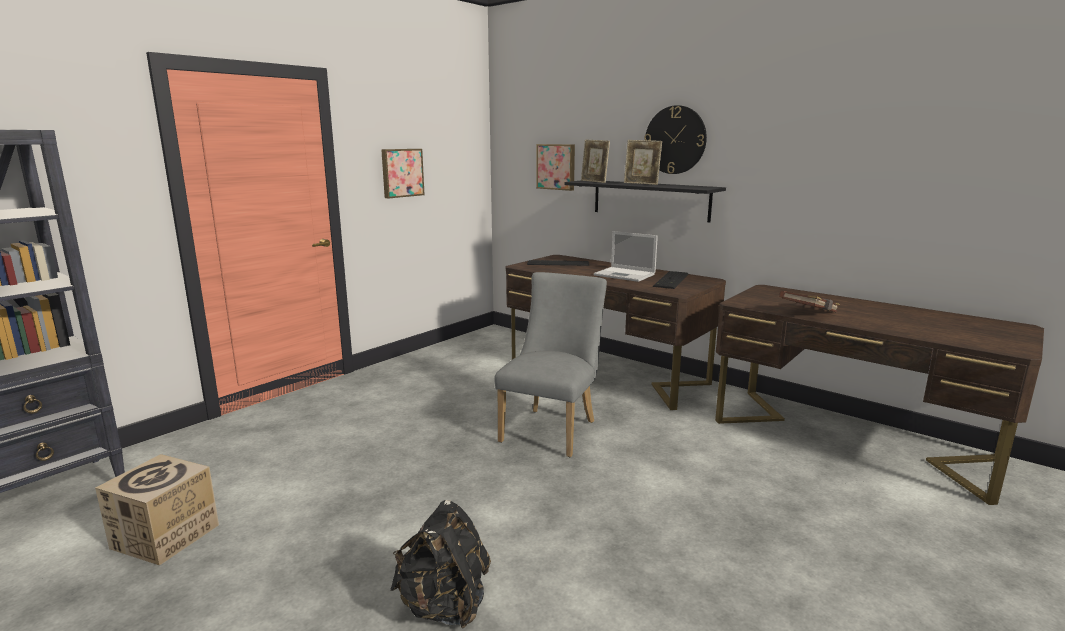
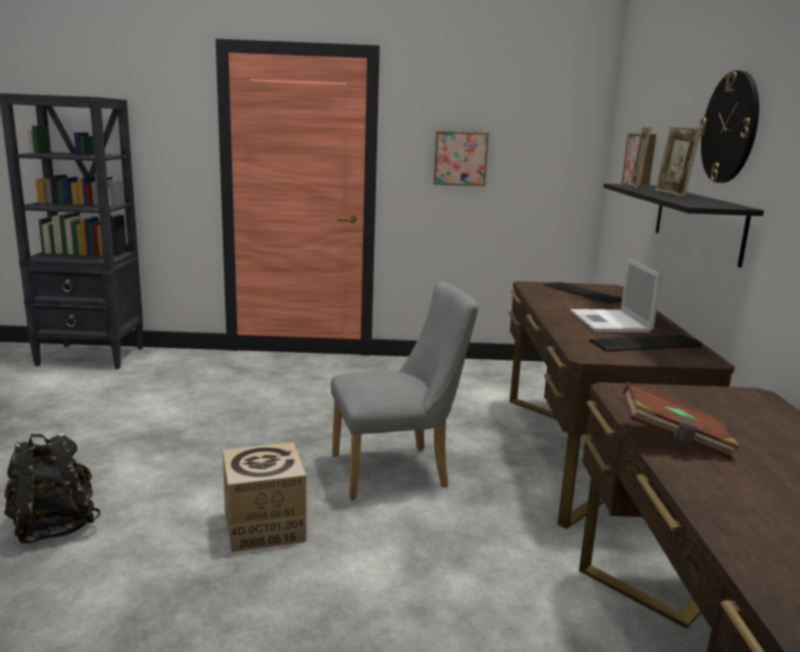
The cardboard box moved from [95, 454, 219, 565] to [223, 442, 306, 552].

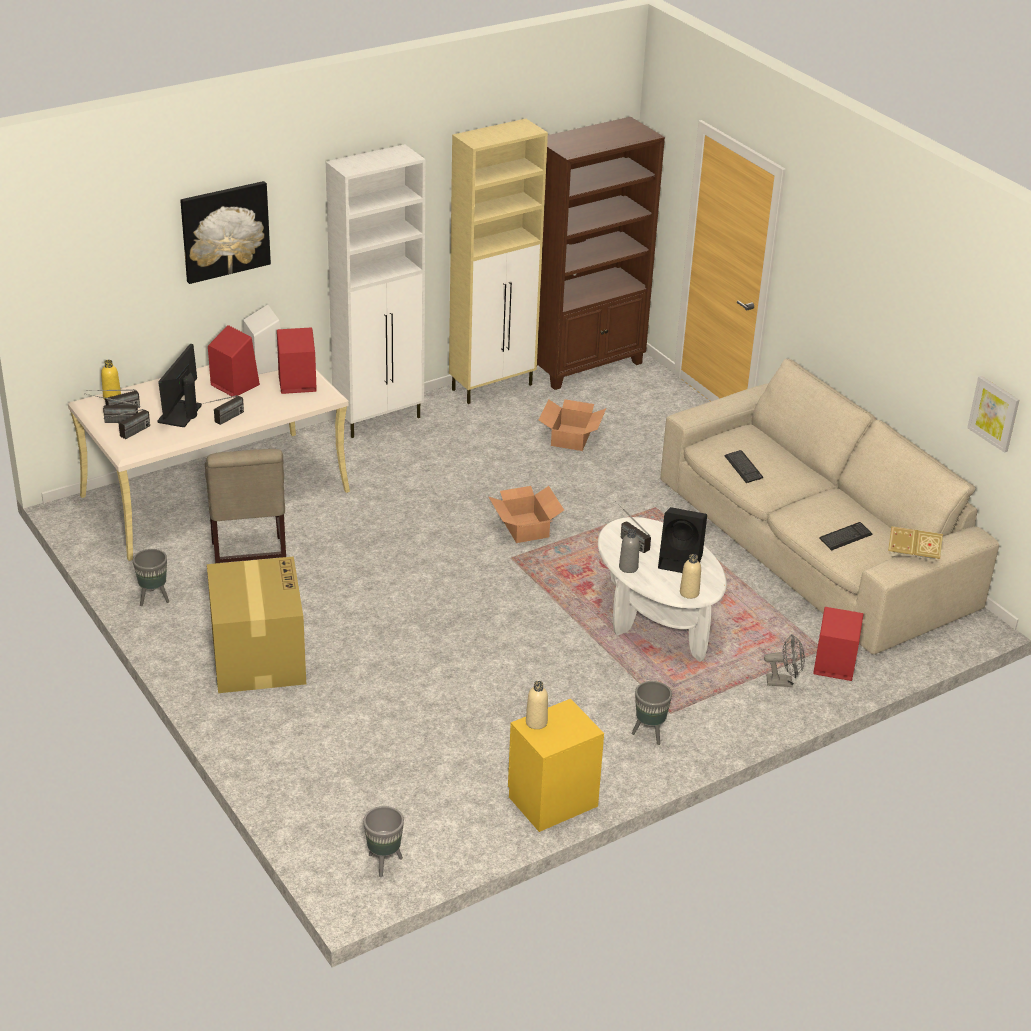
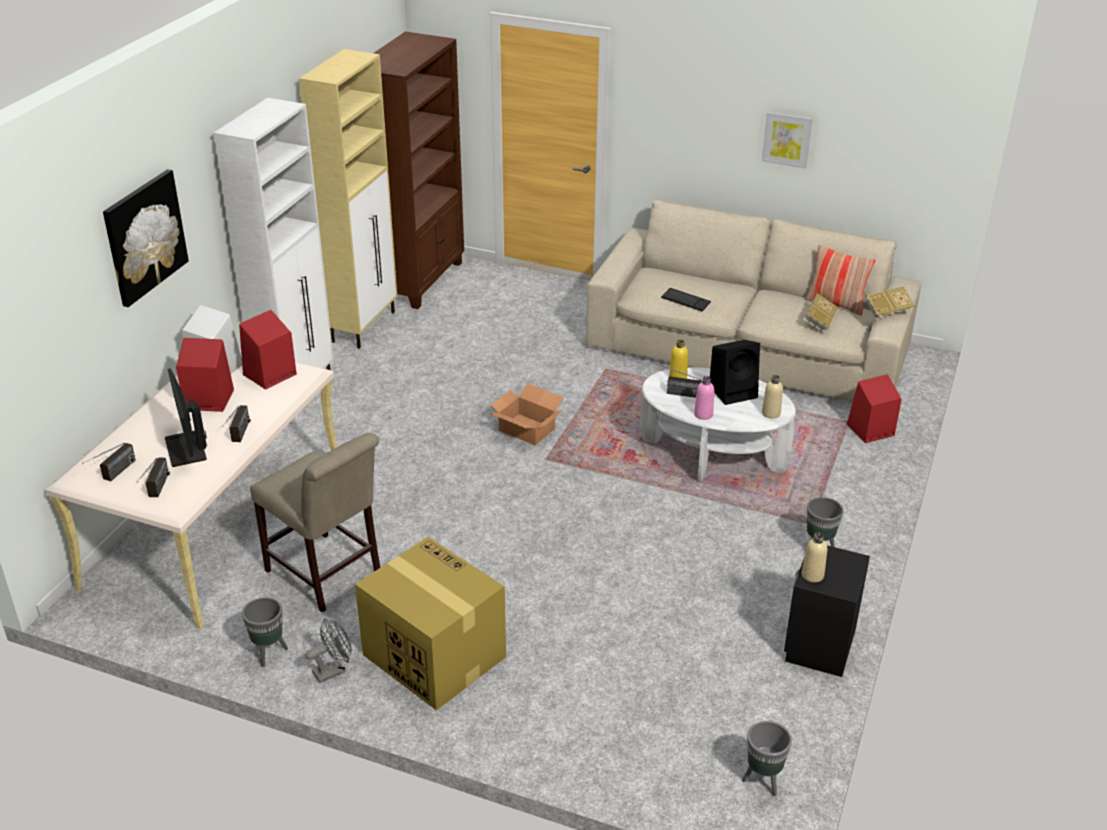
The radio at [84, 393, 138, 423] disappeared. The yellow bottle moved from [101, 360, 121, 400] to [669, 340, 688, 379]. The yellow nightstand at [508, 699, 604, 832] became the black nightstand at [784, 545, 870, 677]. The cardboard box at [539, 399, 606, 451] disappeared. The grey bottle at [619, 529, 640, 573] became the pink bottle at [694, 376, 714, 420]. The grey fan moved from [764, 635, 805, 687] to [306, 618, 352, 683]. The keyboard at [819, 522, 873, 551] was replaced by the book at [803, 293, 837, 332]. The picture moved from [967, 376, 1019, 453] to [762, 112, 813, 169]. The pillow at [805, 245, 875, 315] appeared.

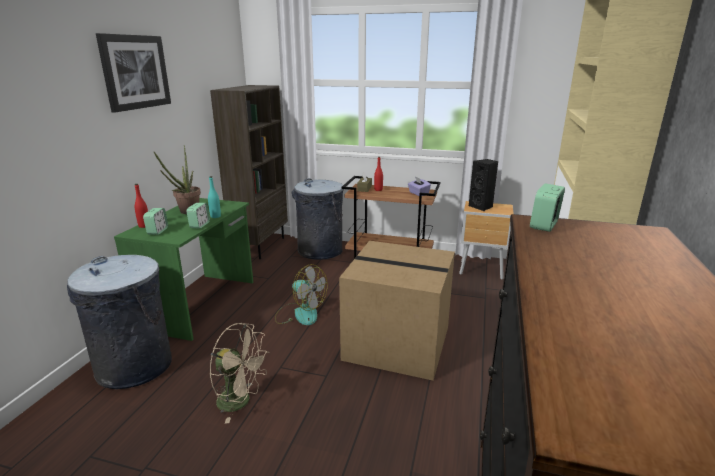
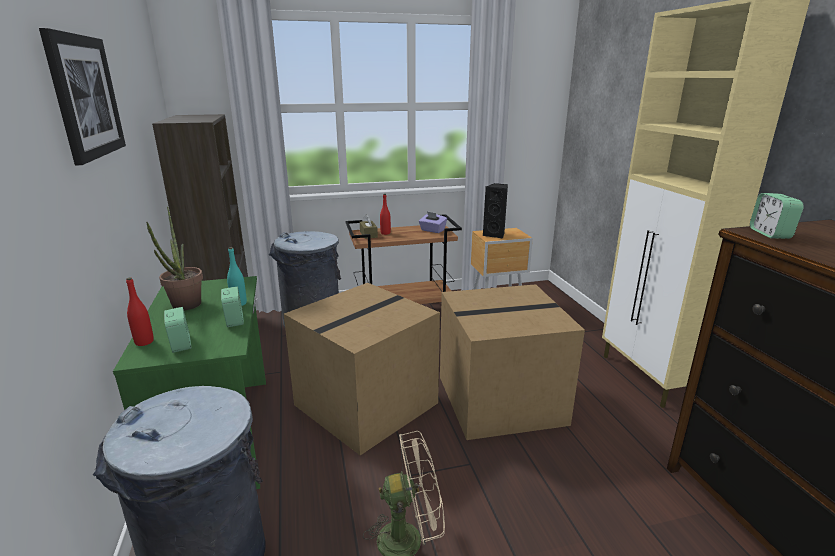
The fan at [275, 264, 327, 325] was replaced by the cardboard box at [284, 283, 440, 455].

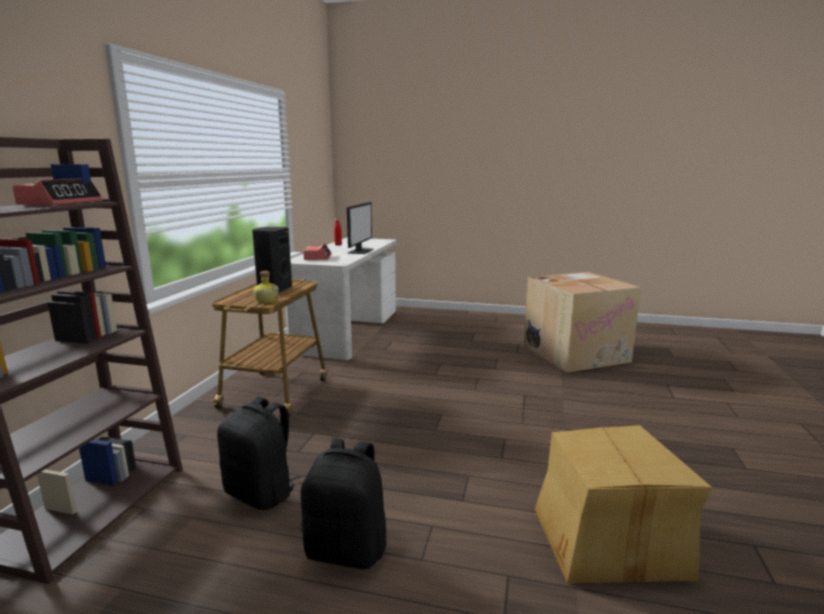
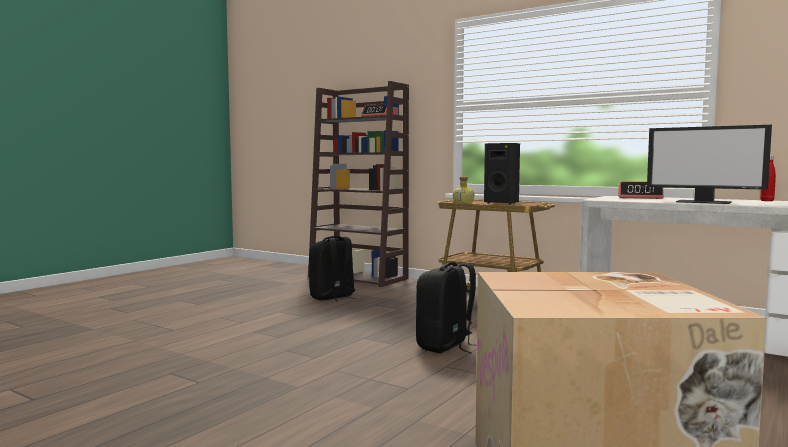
The black backpack moved from [301, 438, 387, 569] to [416, 262, 477, 354]. The cardboard box at [535, 425, 712, 584] disappeared.

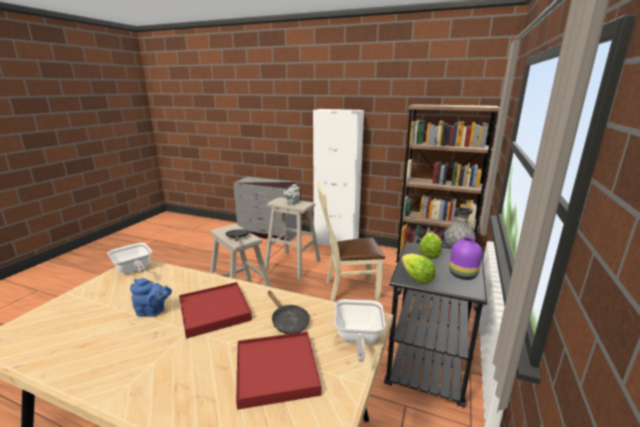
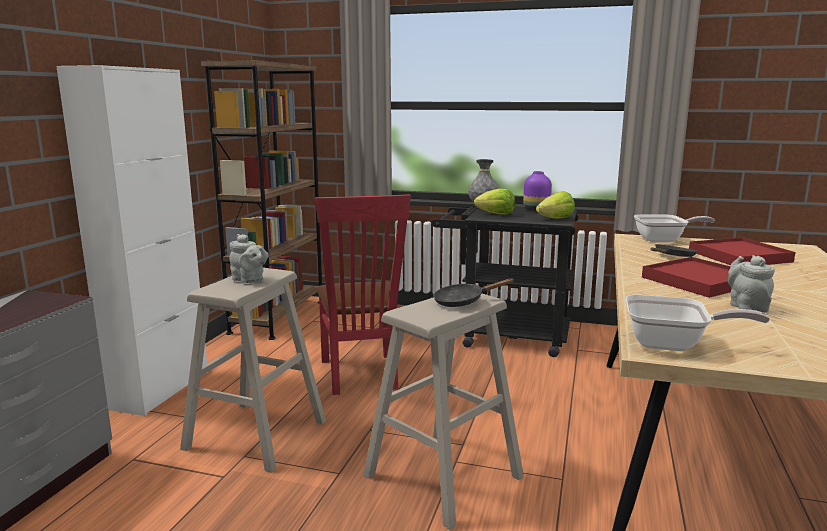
The frying pan at [107, 243, 152, 274] turned 60 degrees clockwise. The blue teapot at [130, 278, 172, 317] became the grey teapot at [728, 255, 775, 312]. The beige chair at [317, 181, 385, 301] became the red chair at [315, 194, 411, 395].

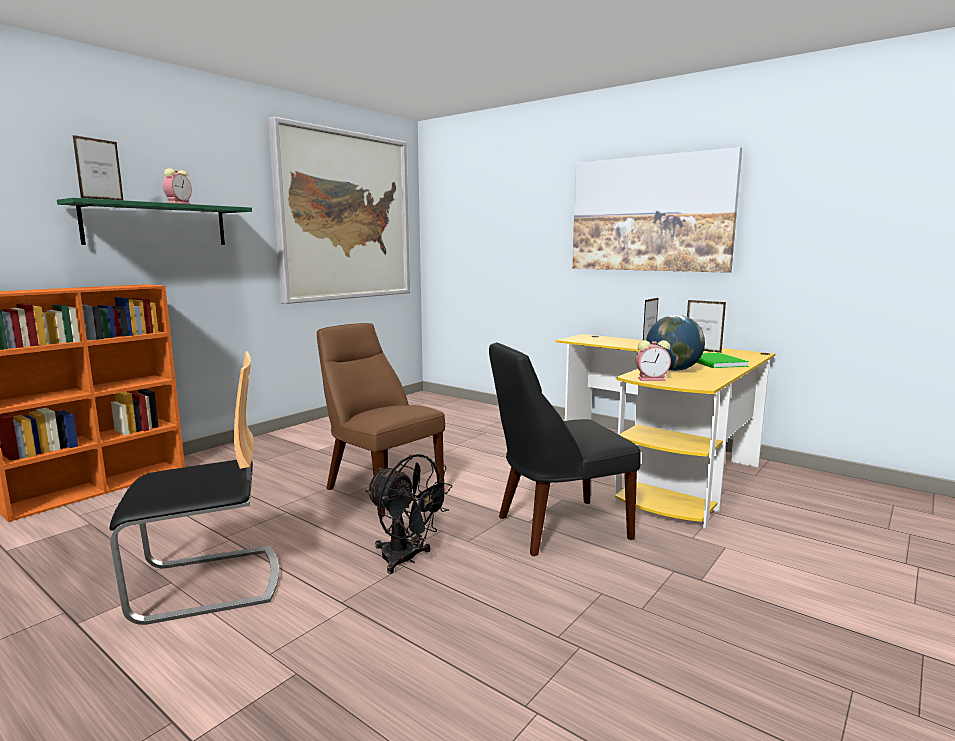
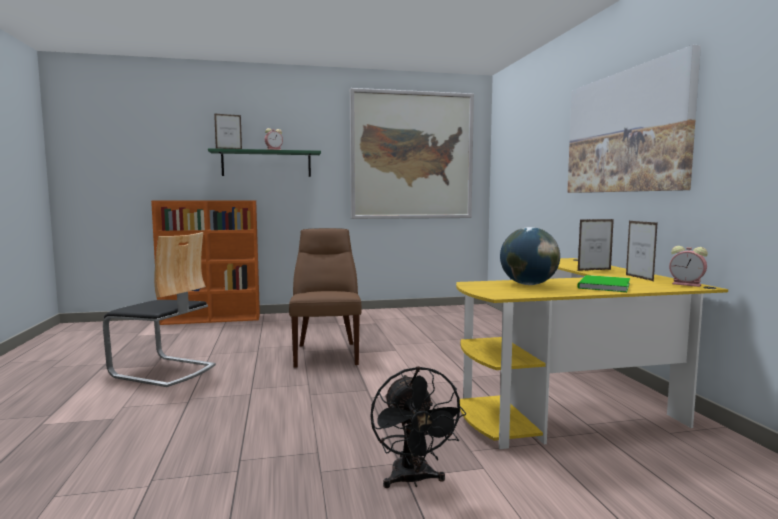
The black fan moved from [365, 454, 453, 574] to [370, 366, 466, 488]. The black chair at [489, 342, 641, 556] disappeared. The alarm clock moved from [636, 340, 671, 381] to [669, 246, 708, 287].

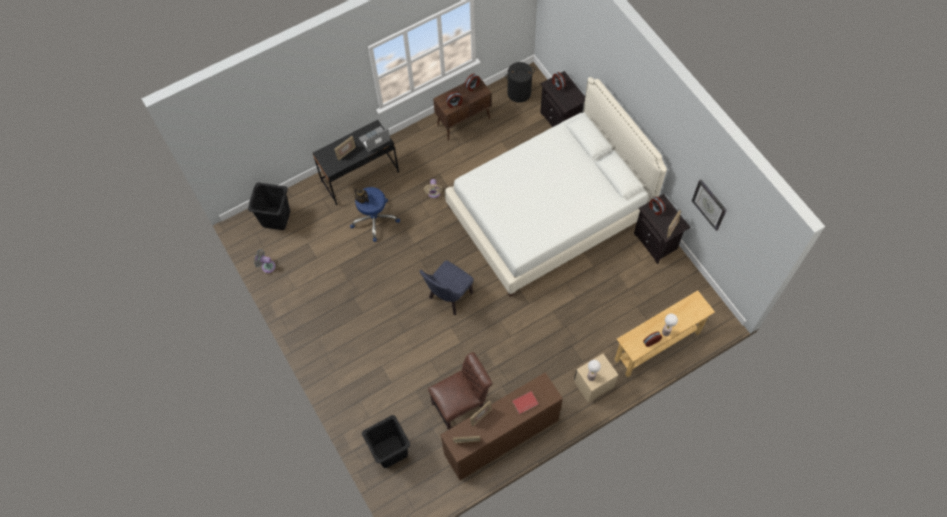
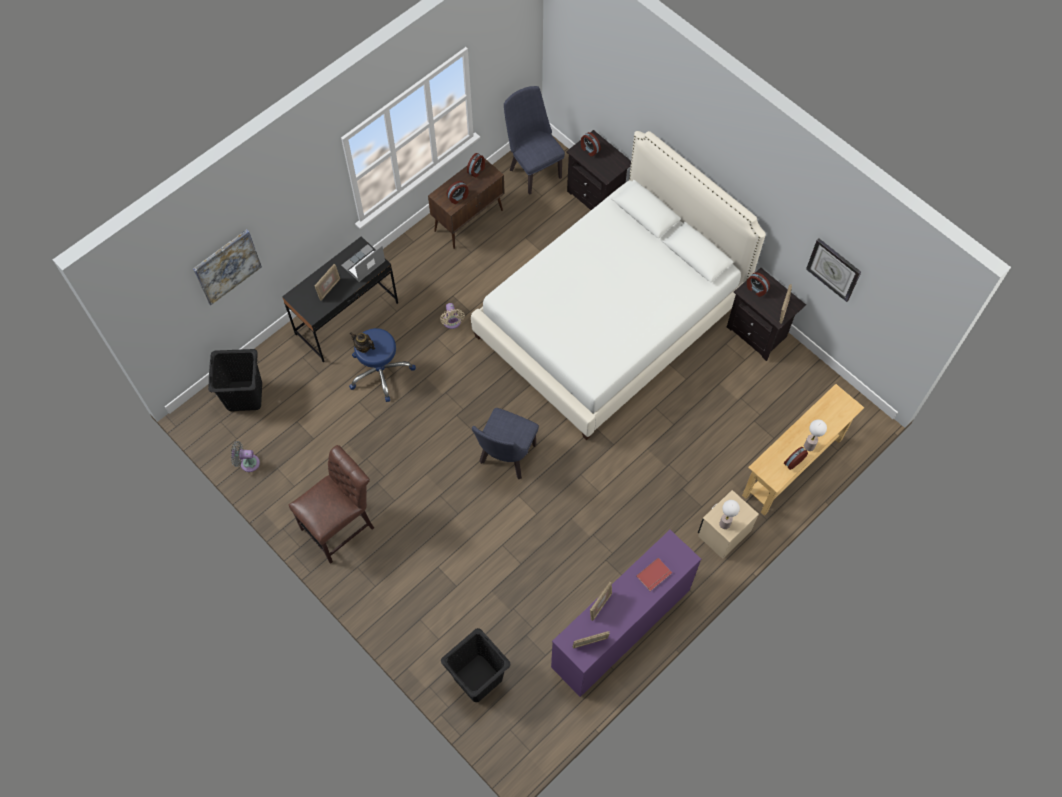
The brown chair moved from [428, 352, 493, 430] to [289, 445, 374, 564]. The brown dresser at [440, 373, 563, 480] became the purple dresser at [551, 530, 701, 697]. The black laundry basket at [505, 62, 535, 103] was replaced by the blue chair at [504, 86, 565, 195]. The picture at [193, 229, 262, 305] appeared.

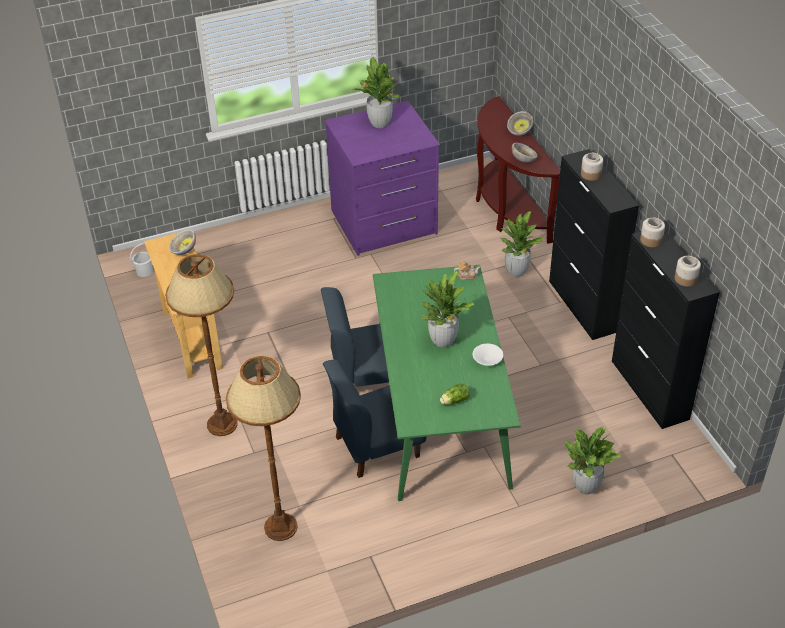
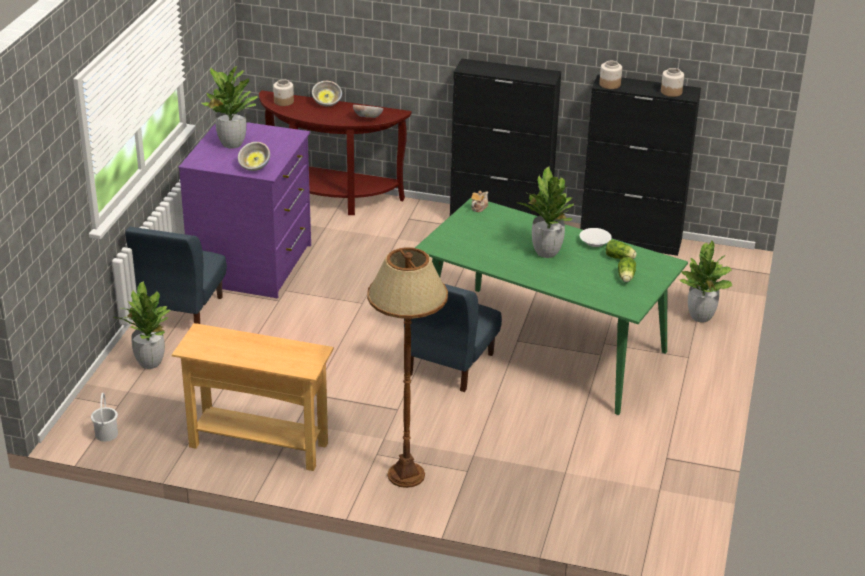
The bowl moved from [169, 229, 196, 255] to [238, 142, 270, 171]. The brown floor lamp at [226, 356, 301, 541] disappeared. The blue chair moved from [323, 360, 427, 478] to [125, 227, 227, 324]. The potted plant moved from [501, 212, 544, 277] to [114, 281, 171, 369]. The jar moved from [581, 153, 603, 181] to [273, 79, 294, 106]. The lettuce at [606, 240, 637, 259] appeared.

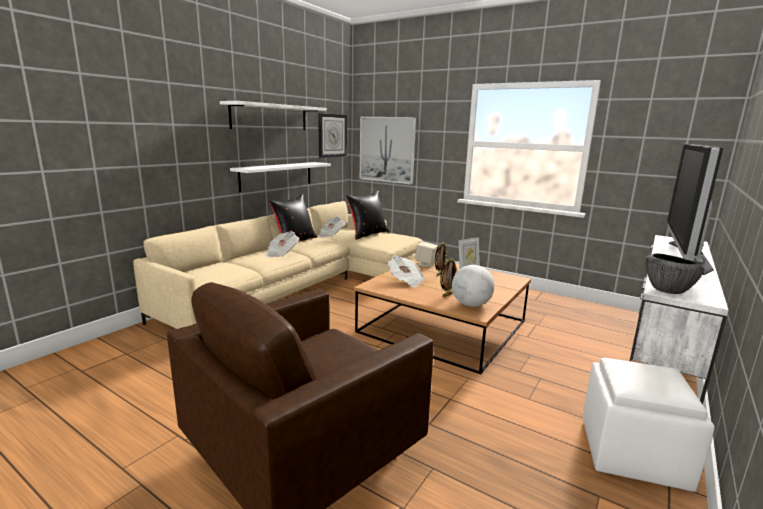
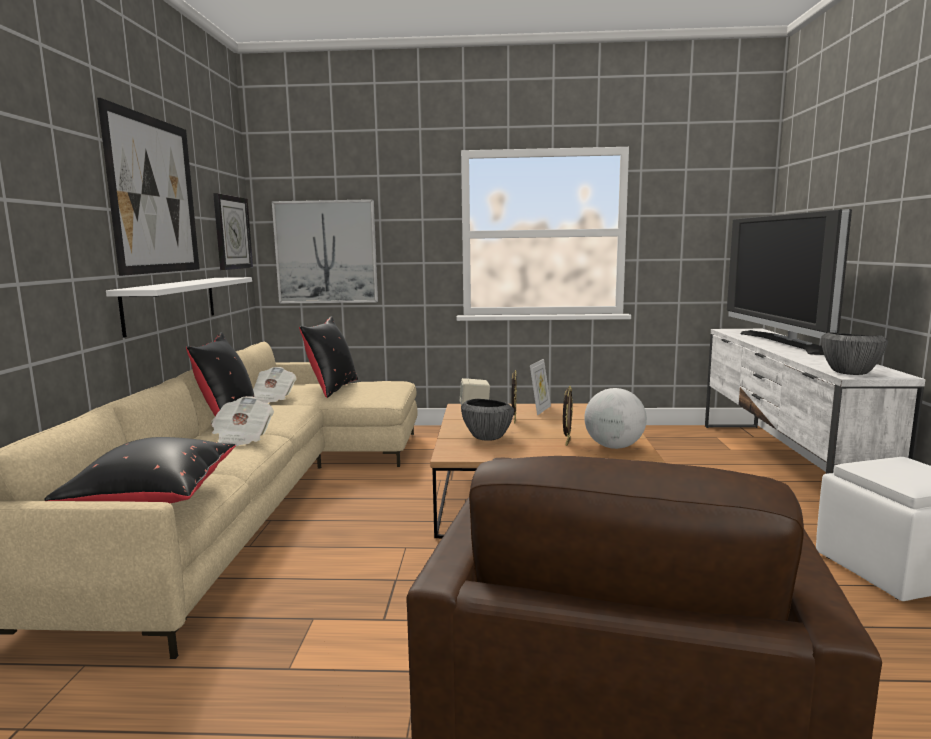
The white shelf at [220, 101, 327, 130] was replaced by the picture at [97, 98, 200, 276]. The newspaper at [387, 256, 425, 288] was replaced by the bowl at [461, 399, 515, 441]. The black pillow at [44, 437, 236, 503] appeared.

